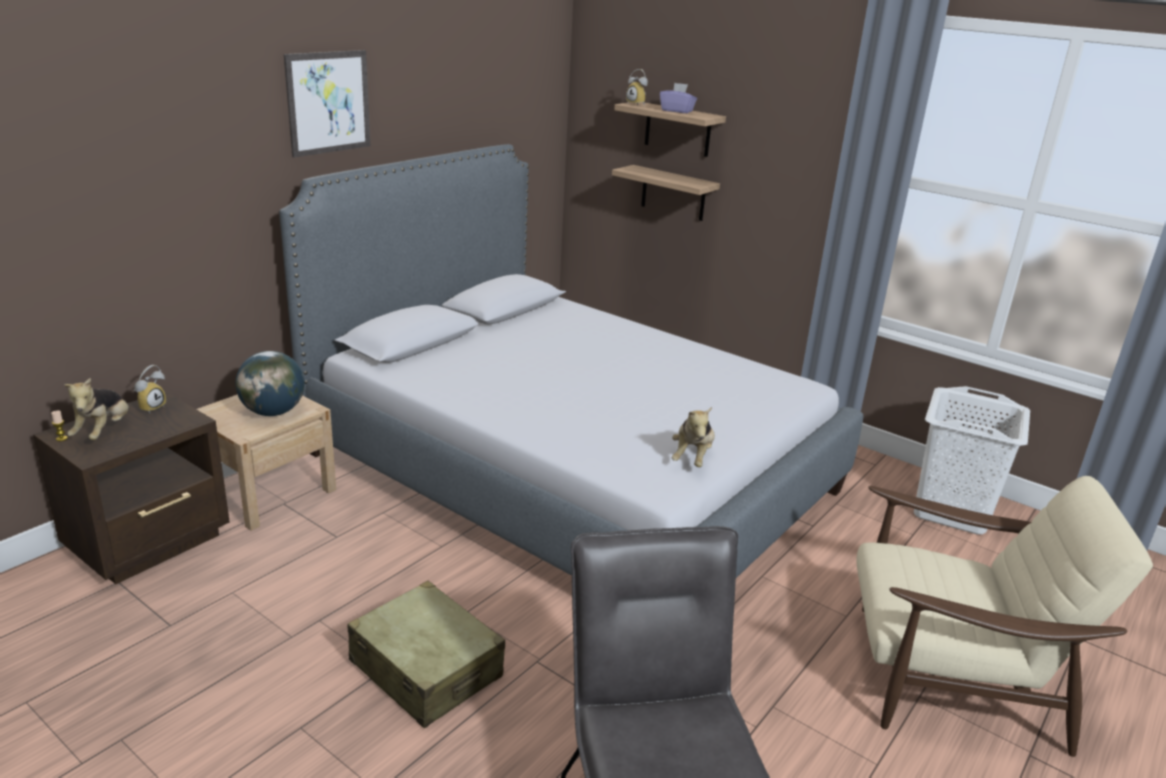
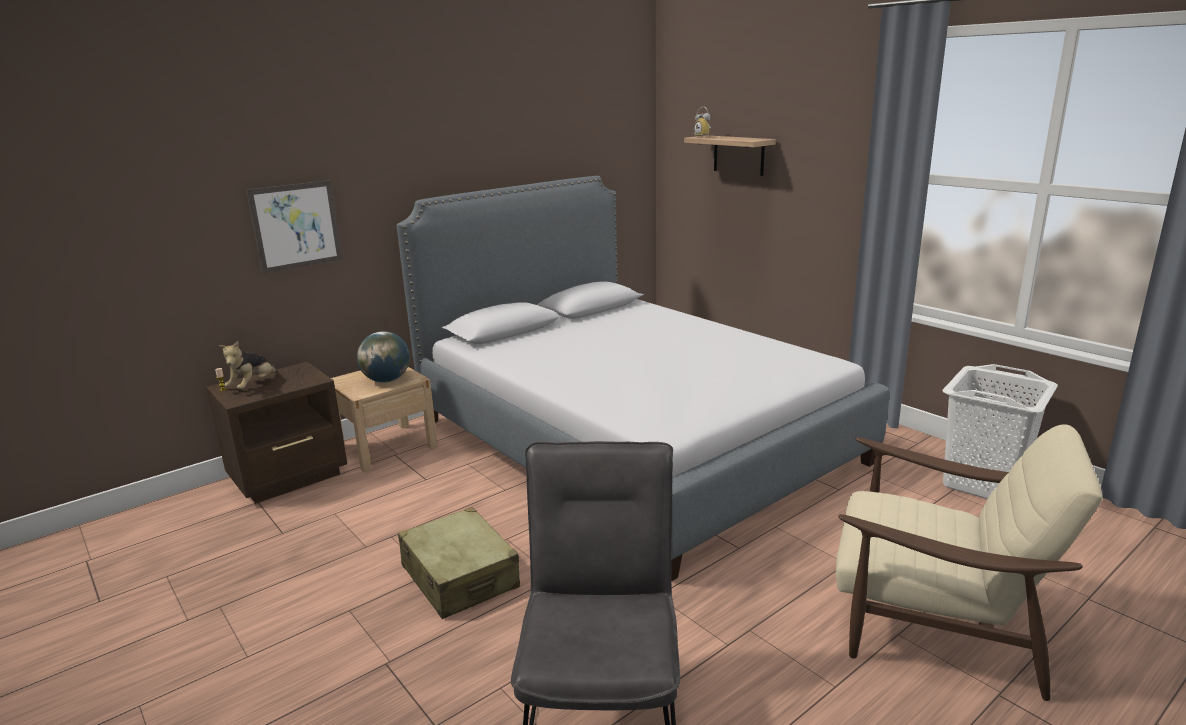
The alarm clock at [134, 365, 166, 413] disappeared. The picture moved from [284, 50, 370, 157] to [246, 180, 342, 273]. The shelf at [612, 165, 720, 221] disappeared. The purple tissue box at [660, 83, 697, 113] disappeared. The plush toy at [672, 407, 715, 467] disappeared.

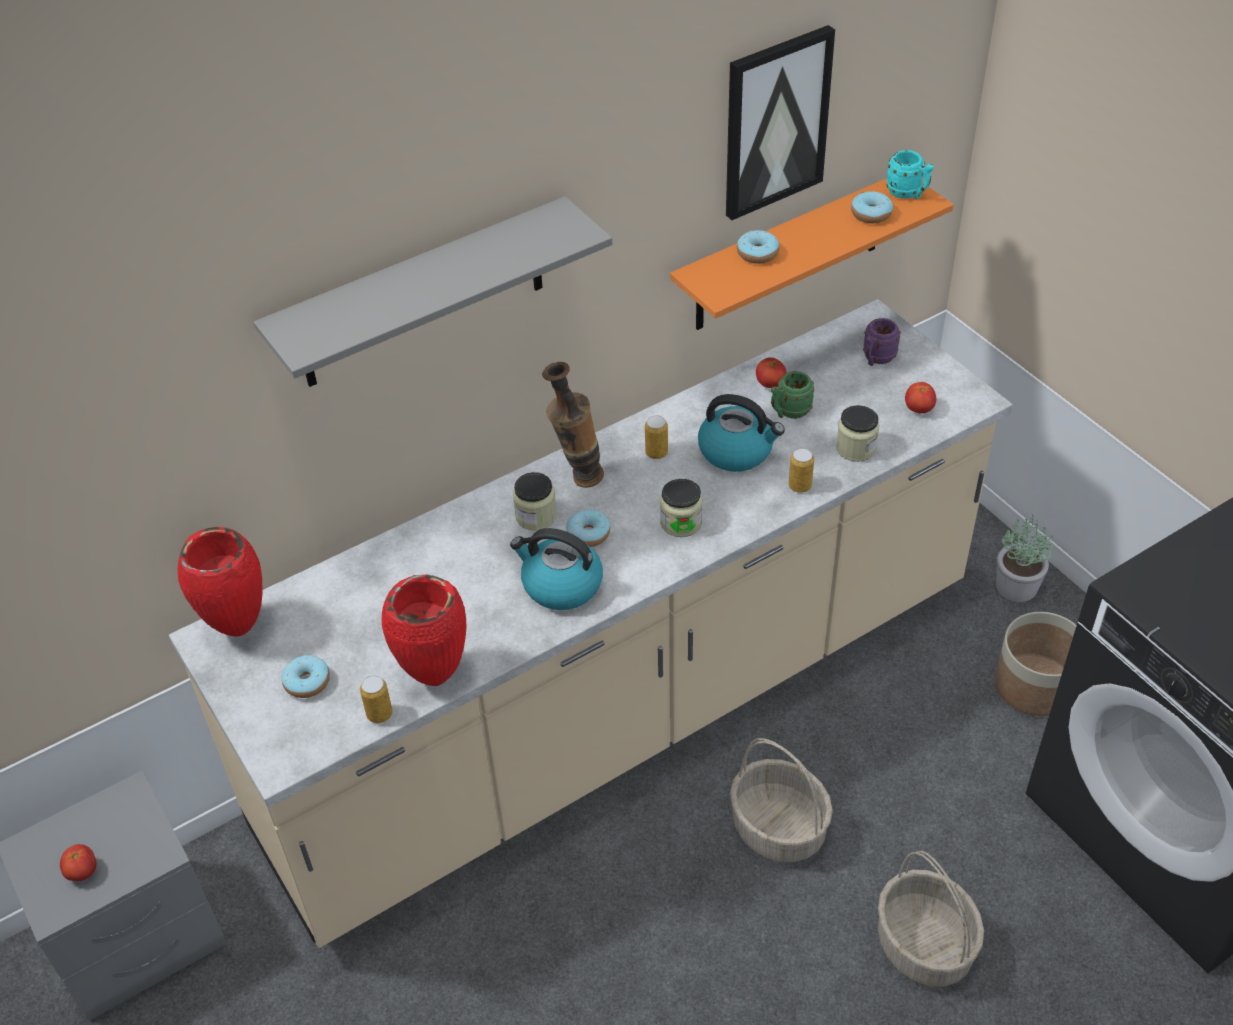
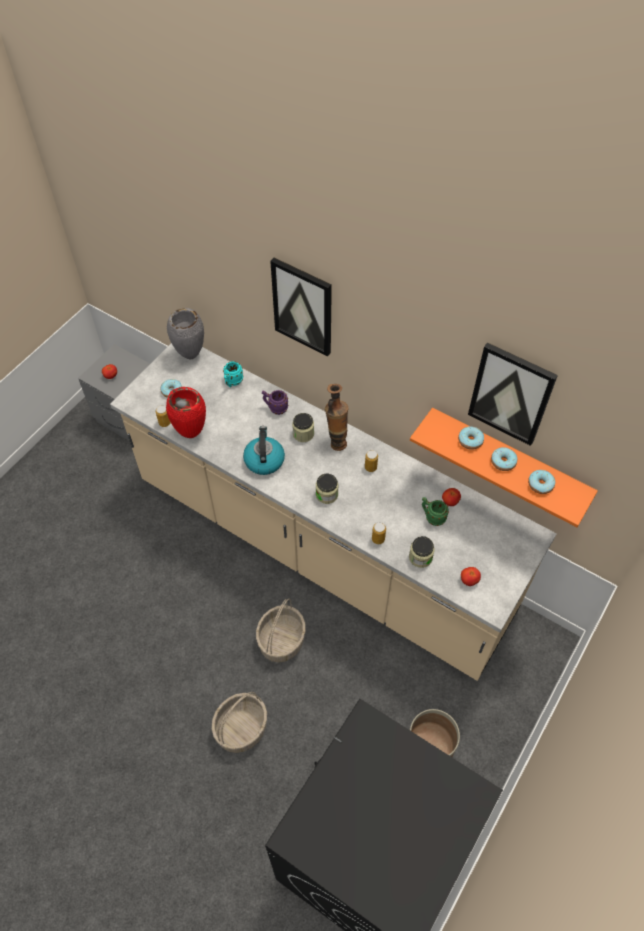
The red vase at [178, 527, 263, 637] became the grey vase at [167, 308, 204, 359]. The grey shelf at [254, 196, 612, 387] was replaced by the picture at [270, 258, 332, 357]. The donut moved from [566, 510, 610, 547] to [491, 447, 518, 471]. The kettle at [698, 394, 785, 472] disappeared. The purple mug moved from [863, 318, 901, 366] to [262, 390, 288, 415]. The turquoise mug moved from [887, 150, 934, 199] to [223, 361, 243, 387]. The potted plant at [996, 515, 1054, 602] disappeared.

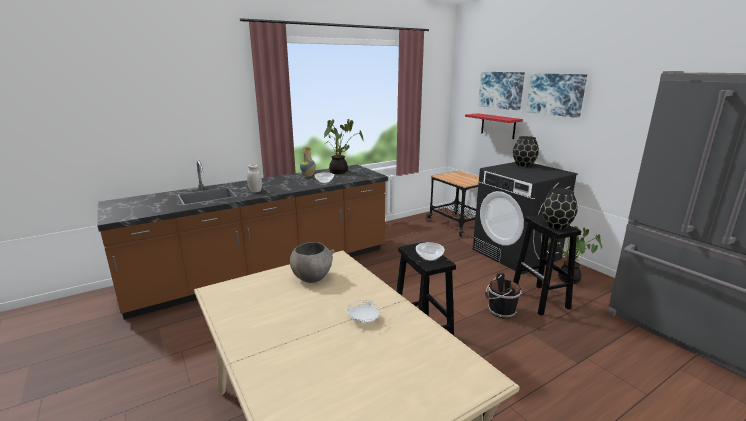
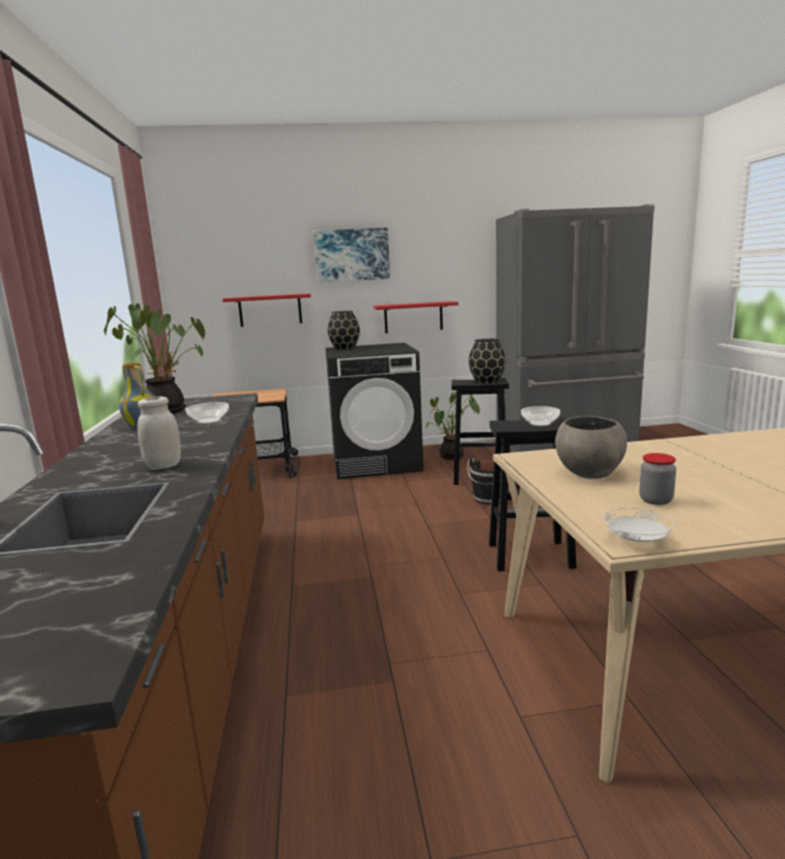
The white plate moved from [346, 300, 382, 322] to [603, 508, 674, 542]. The picture at [478, 72, 525, 110] disappeared. The red shelf at [374, 301, 458, 333] appeared. The jar at [639, 453, 676, 505] appeared.

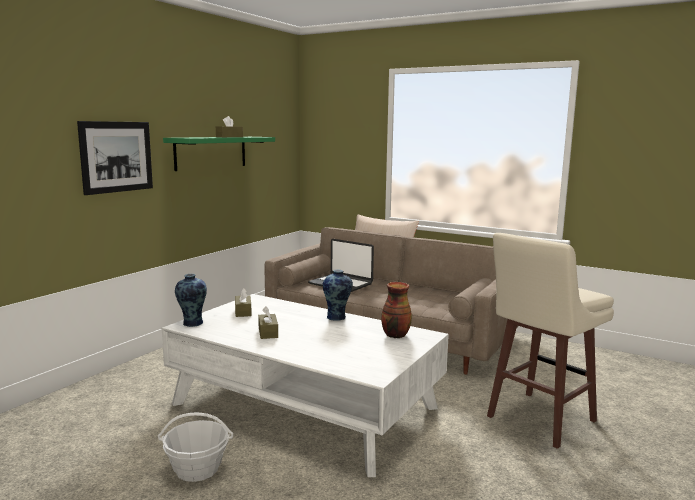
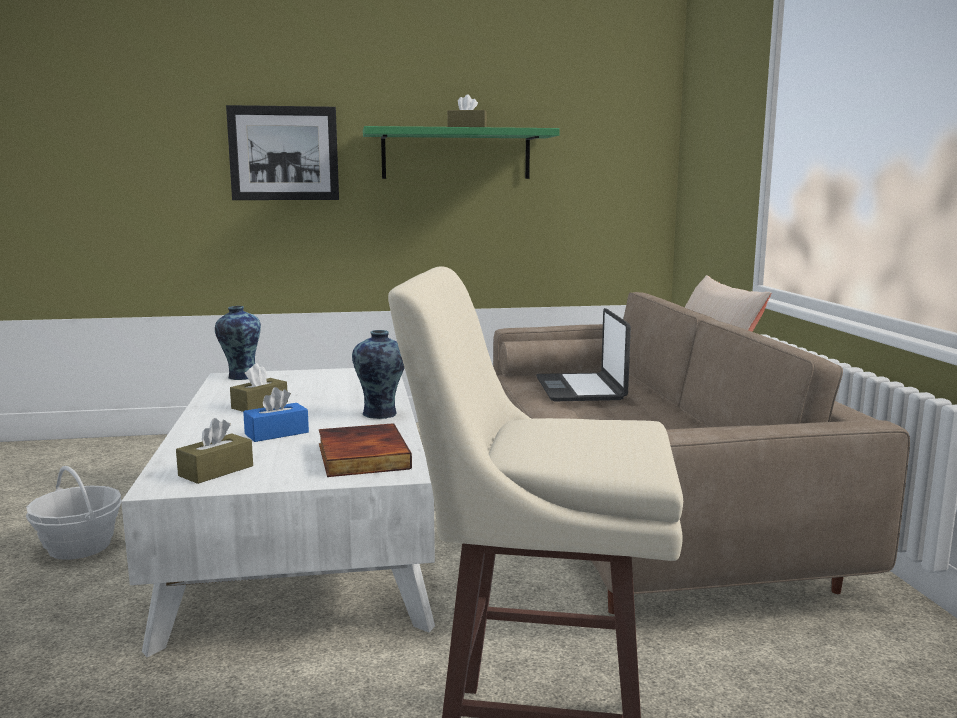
The brown tissue box moved from [235, 288, 252, 317] to [176, 418, 253, 484]. The vase at [381, 282, 412, 338] was replaced by the book at [319, 423, 412, 477]. The blue tissue box at [243, 387, 309, 442] appeared.

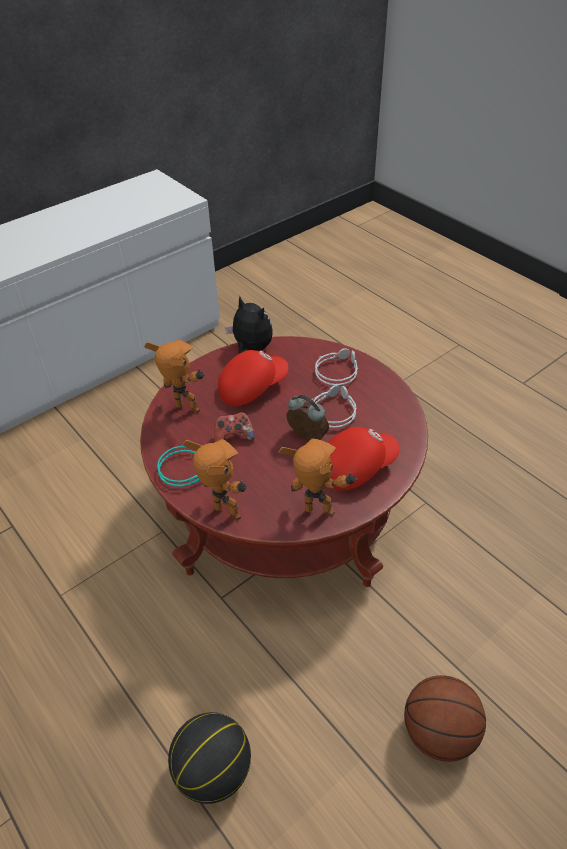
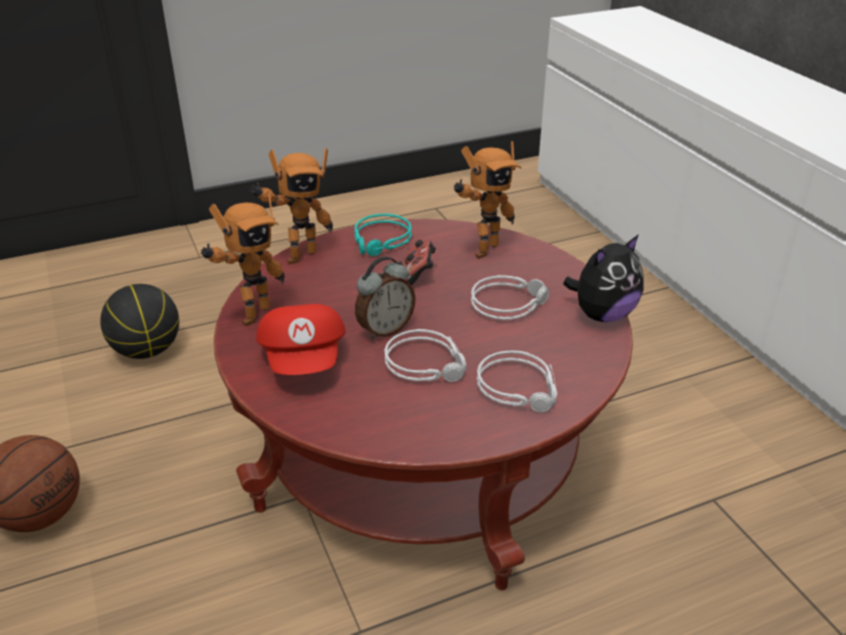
The red cap at [218, 350, 289, 406] was replaced by the grey headphones at [471, 275, 549, 320].

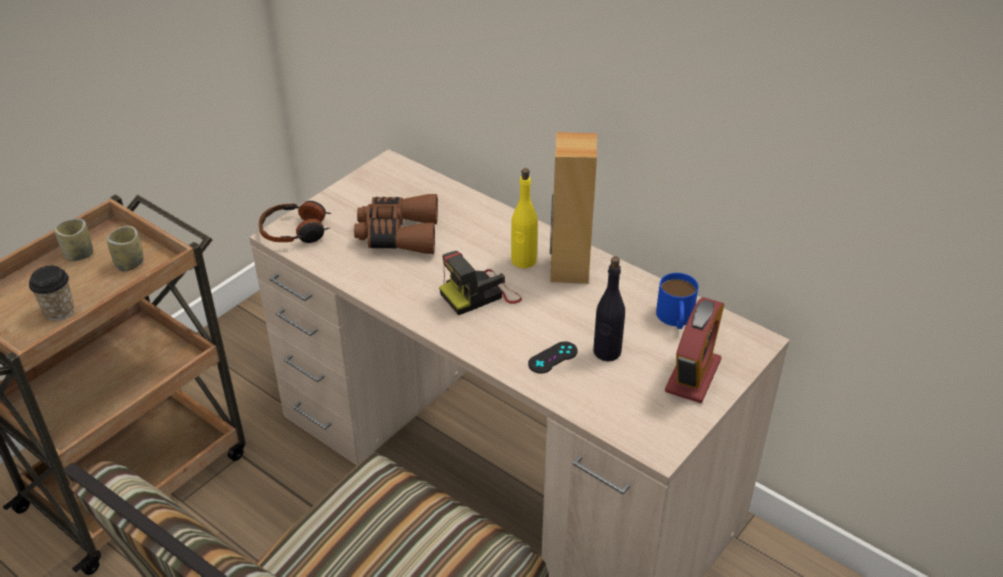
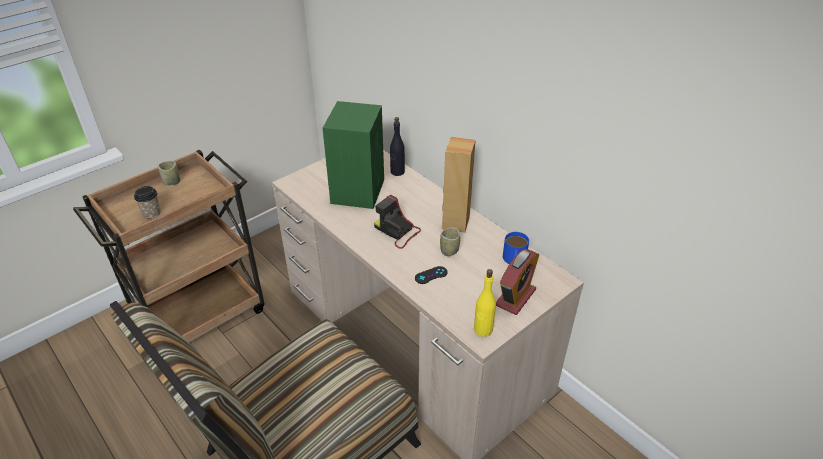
The cup moved from [107, 226, 144, 272] to [440, 227, 460, 256]. The headphones at [259, 201, 332, 243] disappeared. The brown binoculars at [354, 194, 438, 254] was replaced by the green speaker at [323, 101, 384, 209]. The photo camera at [439, 251, 522, 315] turned 60 degrees clockwise. The yellow bottle moved from [511, 168, 538, 268] to [474, 269, 496, 336]. The black bottle moved from [593, 256, 625, 362] to [390, 117, 405, 176].

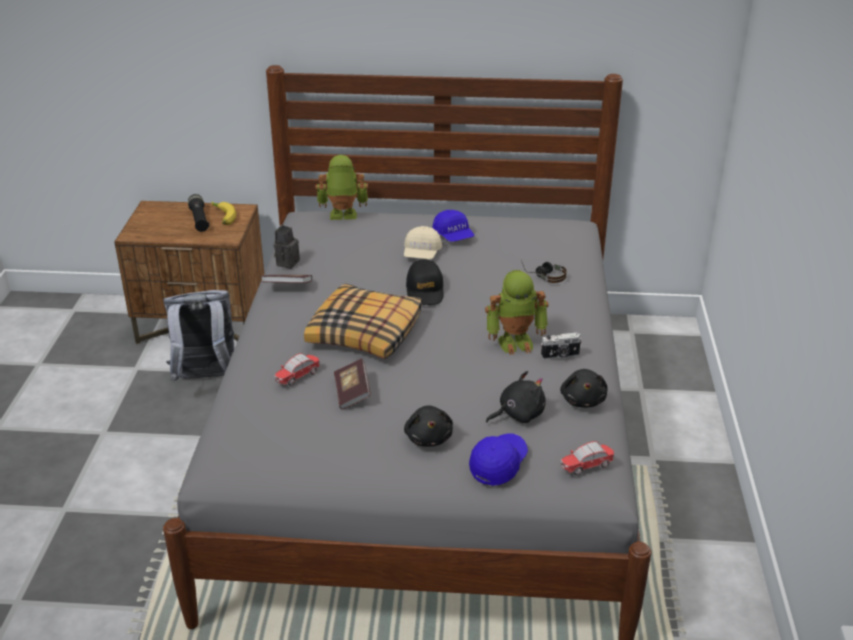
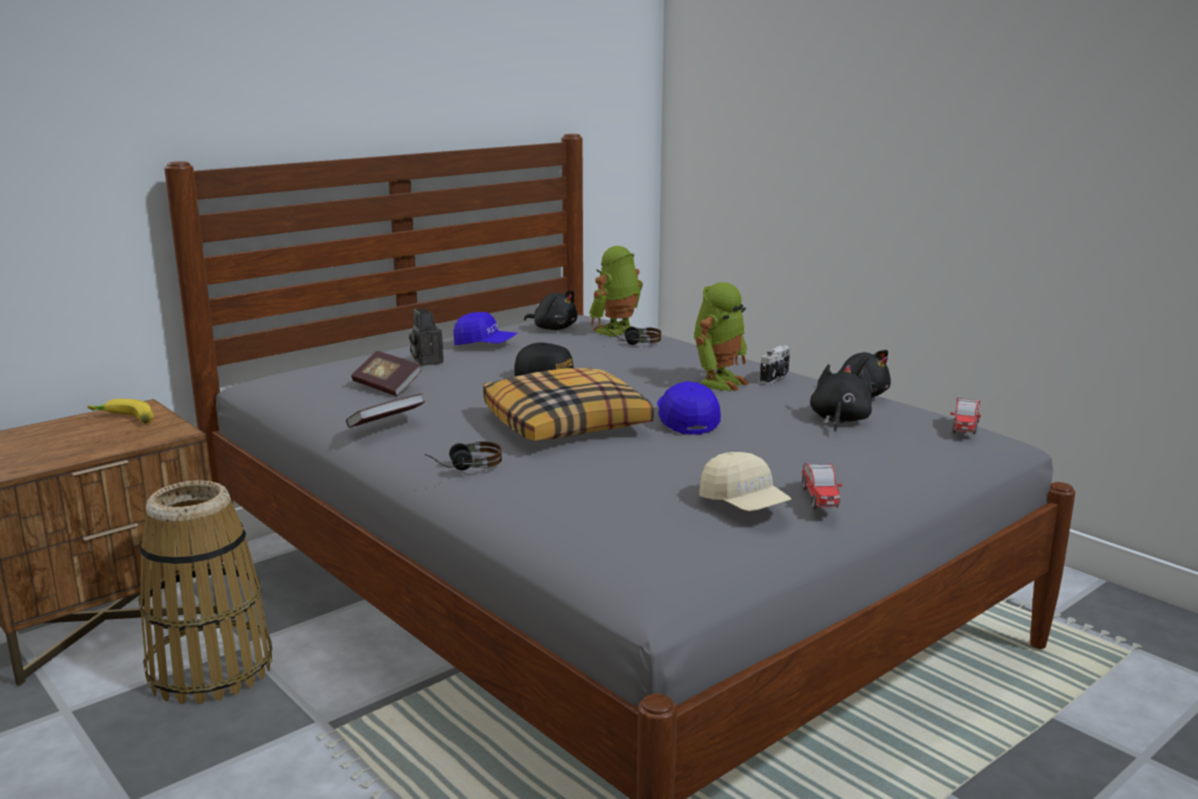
The grey backpack at [163, 290, 234, 383] was replaced by the basket at [138, 480, 272, 704]. The black flashlight at [188, 194, 210, 232] disappeared. The photo camera moved from [274, 224, 300, 269] to [409, 309, 444, 366]. The toy car moved from [274, 353, 320, 386] to [802, 463, 842, 510]. The toy robot moved from [316, 155, 368, 220] to [589, 246, 643, 337]. The book moved from [334, 358, 371, 410] to [351, 351, 422, 396]. The beige cap moved from [404, 226, 442, 259] to [699, 452, 791, 511]. The black plush toy moved from [404, 405, 453, 447] to [524, 290, 578, 330]. The blue cap moved from [469, 433, 528, 486] to [657, 381, 721, 435]. The headphones at [425, 441, 502, 470] appeared.

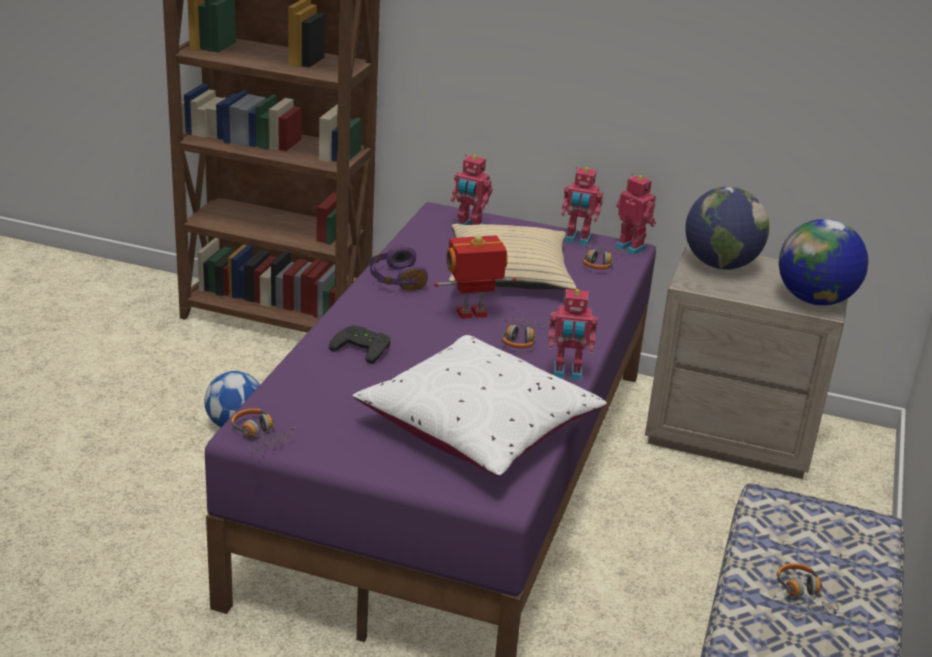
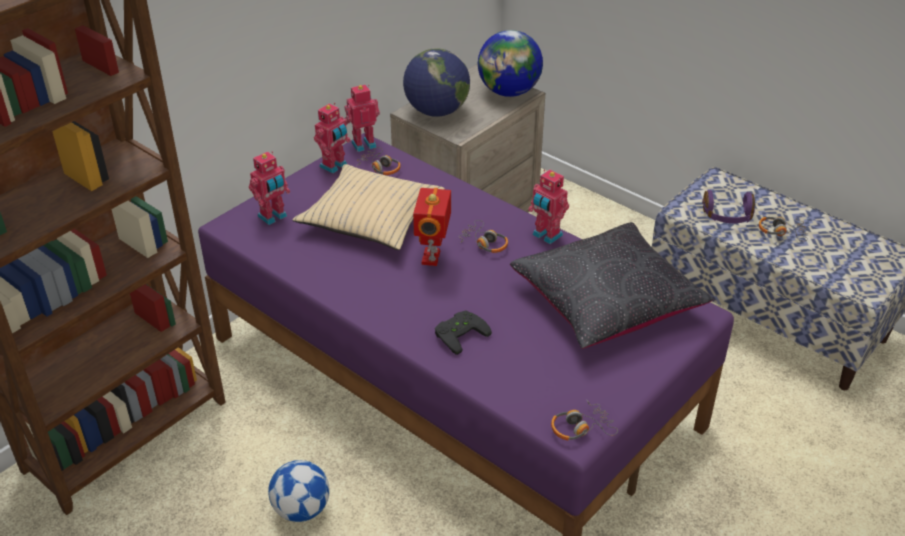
The white pillow at [352, 335, 607, 476] became the black pillow at [510, 222, 714, 349]. The purple headphones moved from [369, 245, 428, 291] to [702, 190, 755, 224]. The toy robot at [548, 289, 598, 381] turned 105 degrees clockwise.

